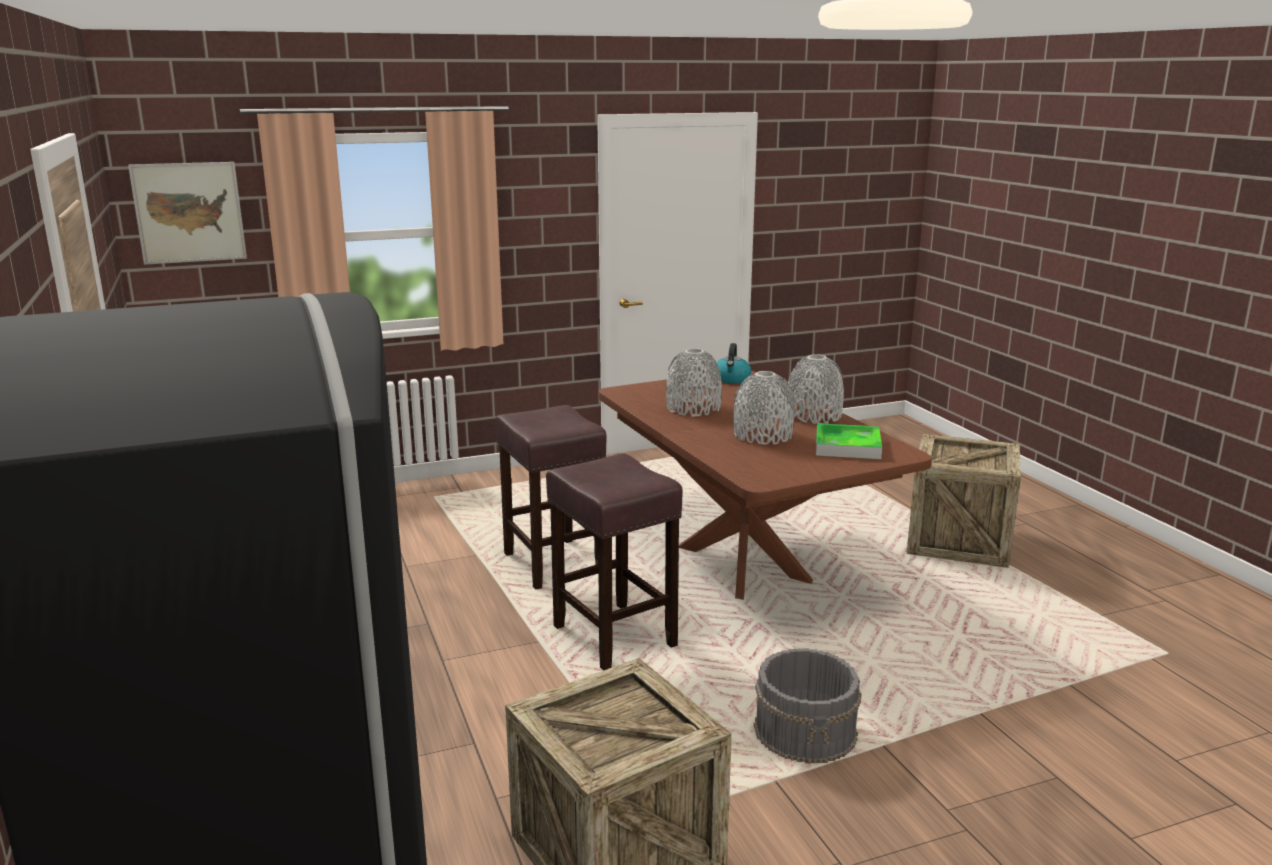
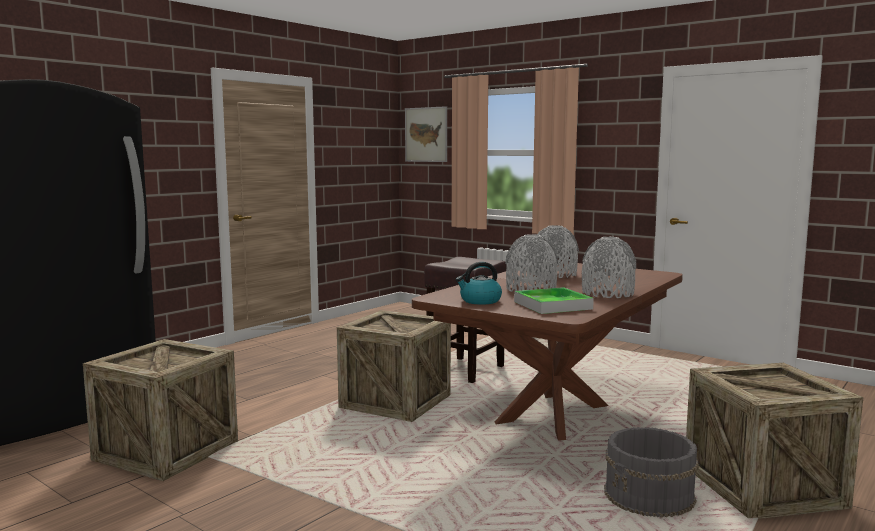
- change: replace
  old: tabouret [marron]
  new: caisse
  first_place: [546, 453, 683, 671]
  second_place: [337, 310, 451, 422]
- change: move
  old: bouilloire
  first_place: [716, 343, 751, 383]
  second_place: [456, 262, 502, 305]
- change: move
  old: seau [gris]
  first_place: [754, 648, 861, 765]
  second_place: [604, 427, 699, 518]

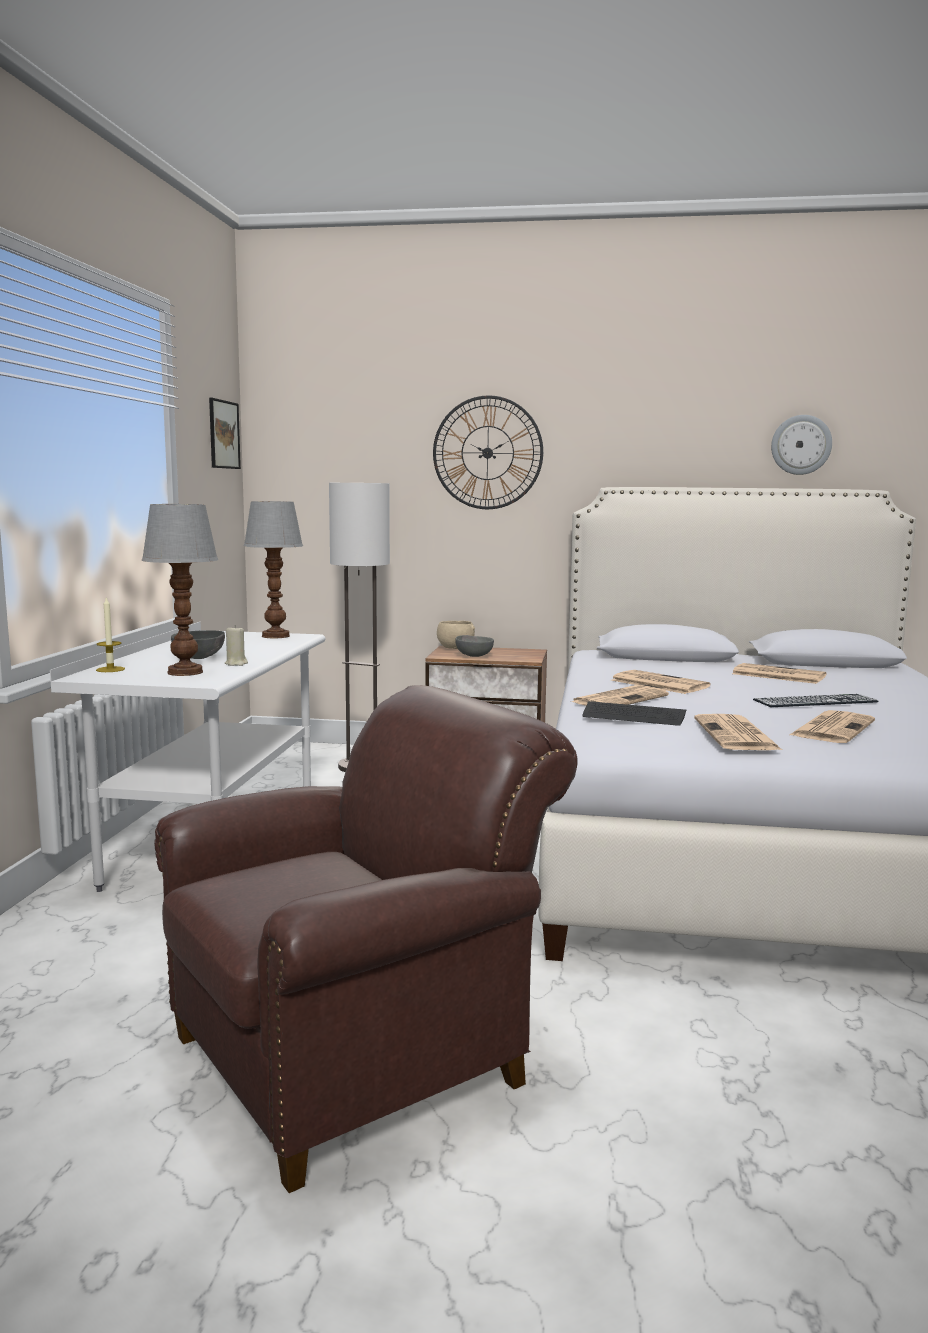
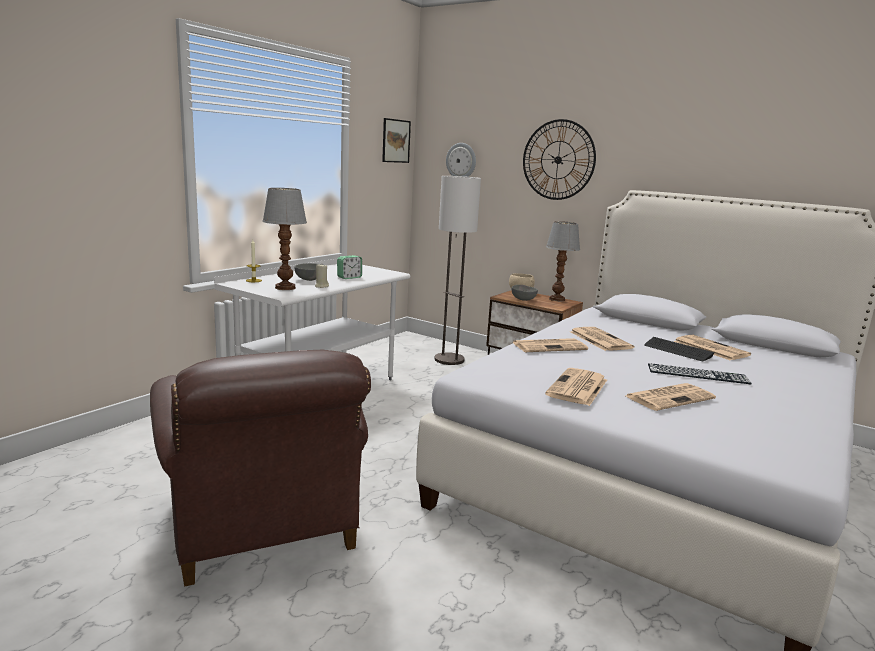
- change: rotate
  old: fauteuil [marron]
  first_place: [154, 685, 578, 1193]
  second_place: [150, 350, 371, 586]
  degrees: 75
- change: insert
  new: réveil
  second_place: [337, 255, 362, 279]
- change: move
  old: horloge murale
  first_place: [771, 415, 832, 475]
  second_place: [446, 143, 476, 177]
- change: move
  old: lampe de table
  first_place: [244, 501, 303, 638]
  second_place: [546, 221, 580, 301]
- change: move
  old: clavier
  first_place: [582, 701, 686, 726]
  second_place: [644, 337, 714, 361]

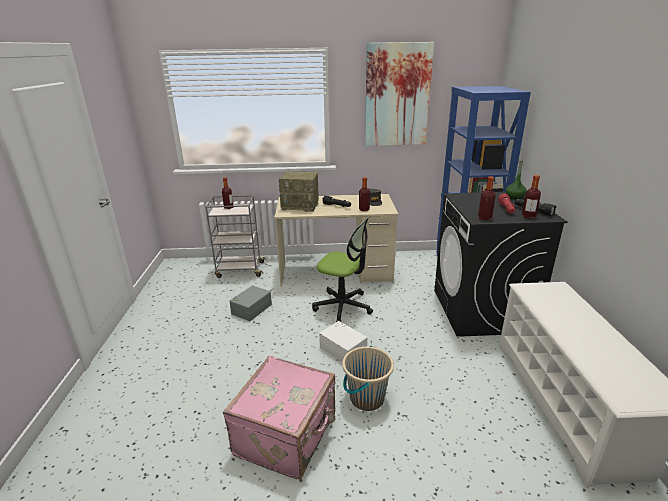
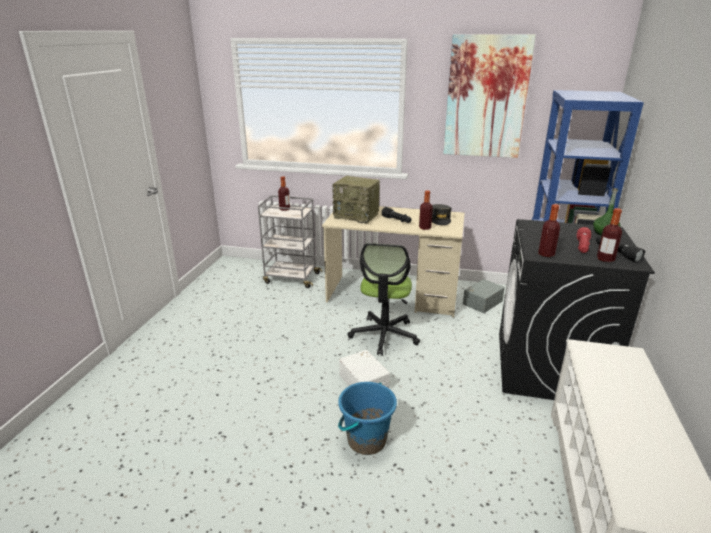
- change: recolor
  old: seau [beige]
  new: seau [bleu]
  first_place: [342, 346, 394, 411]
  second_place: [338, 382, 397, 455]
- change: rotate
  old: chaise de bureau
  first_place: [312, 216, 373, 322]
  second_place: [348, 243, 420, 356]
  degrees: 60
- change: move
  old: boîte de rangement [gris]
  first_place: [229, 285, 272, 321]
  second_place: [463, 279, 505, 313]
- change: delete
  old: valise [rose]
  first_place: [223, 355, 336, 479]

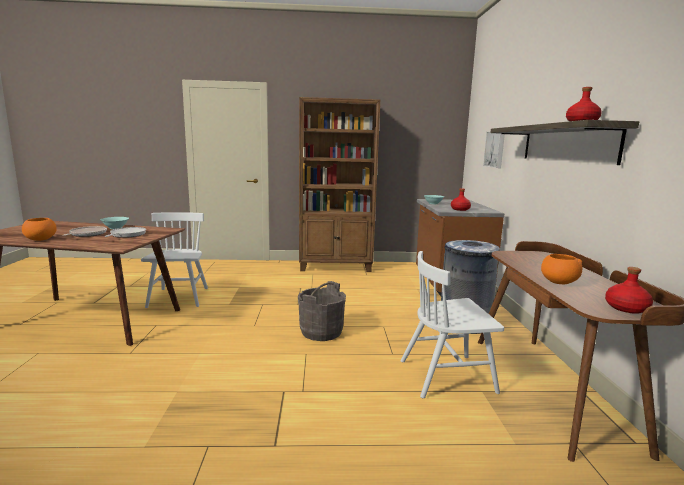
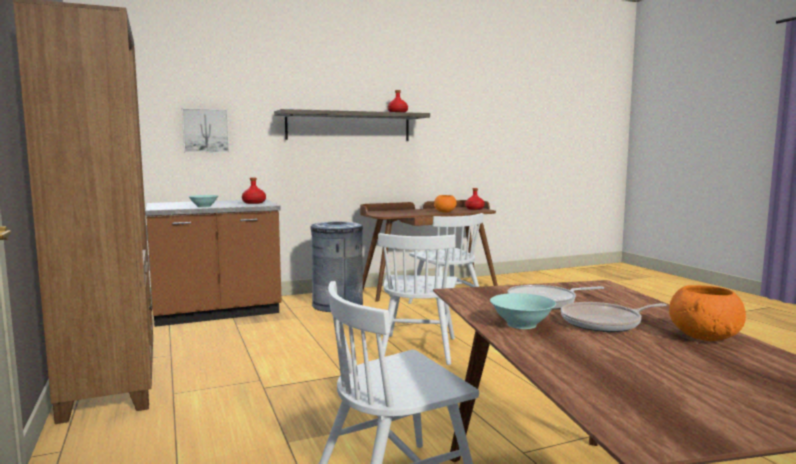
- change: replace
  old: seau [gris]
  new: chaise [blanc]
  first_place: [298, 281, 346, 341]
  second_place: [378, 233, 457, 365]

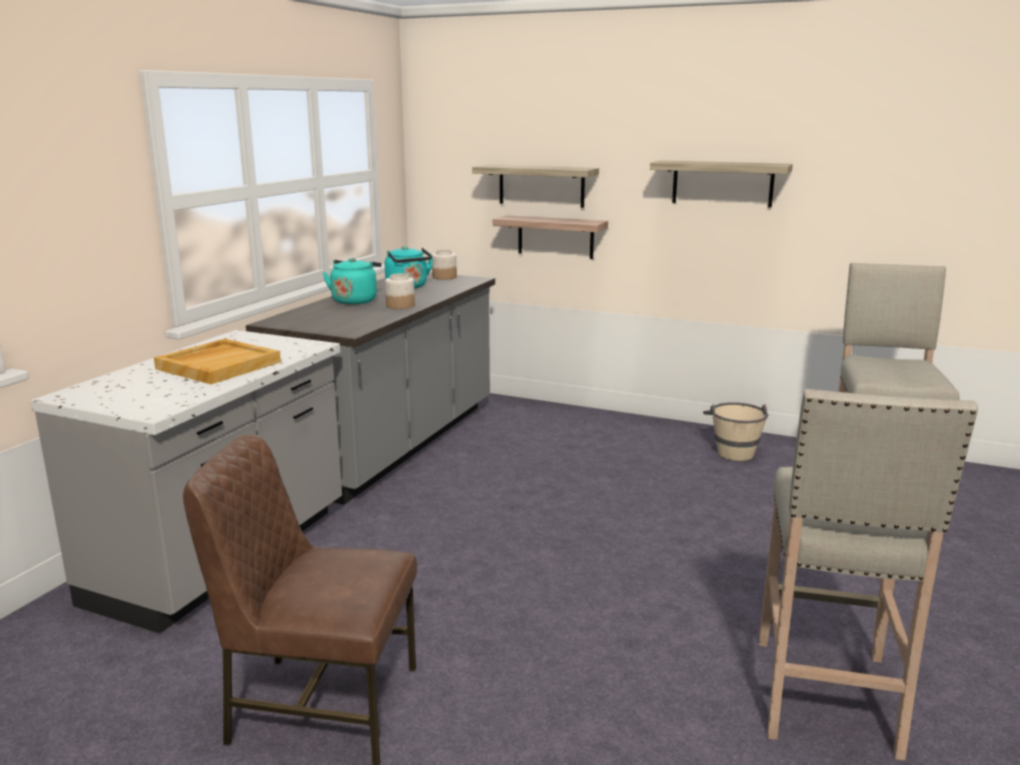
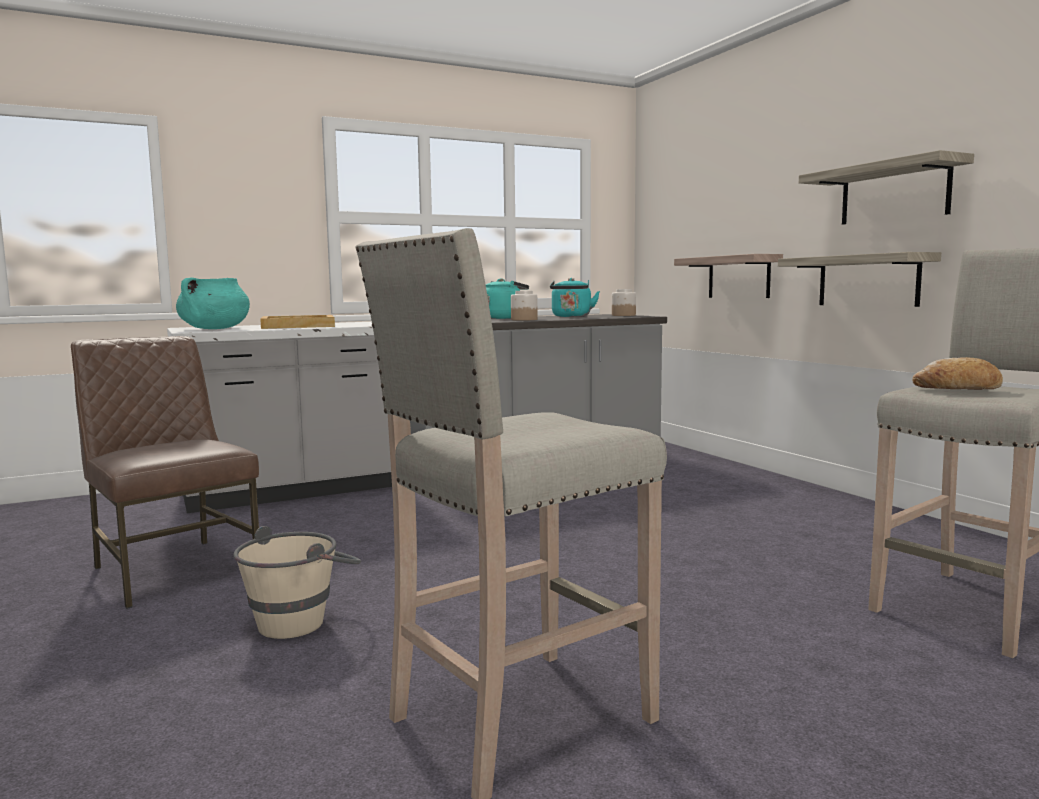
- change: insert
  new: marmite [turquoise]
  second_place: [176, 277, 250, 329]
- change: move
  old: seau [beige]
  first_place: [703, 402, 768, 461]
  second_place: [233, 526, 361, 639]
- change: move
  old: étagère
  first_place: [472, 165, 599, 208]
  second_place: [778, 252, 941, 307]
- change: insert
  new: pain
  second_place: [912, 357, 1003, 390]

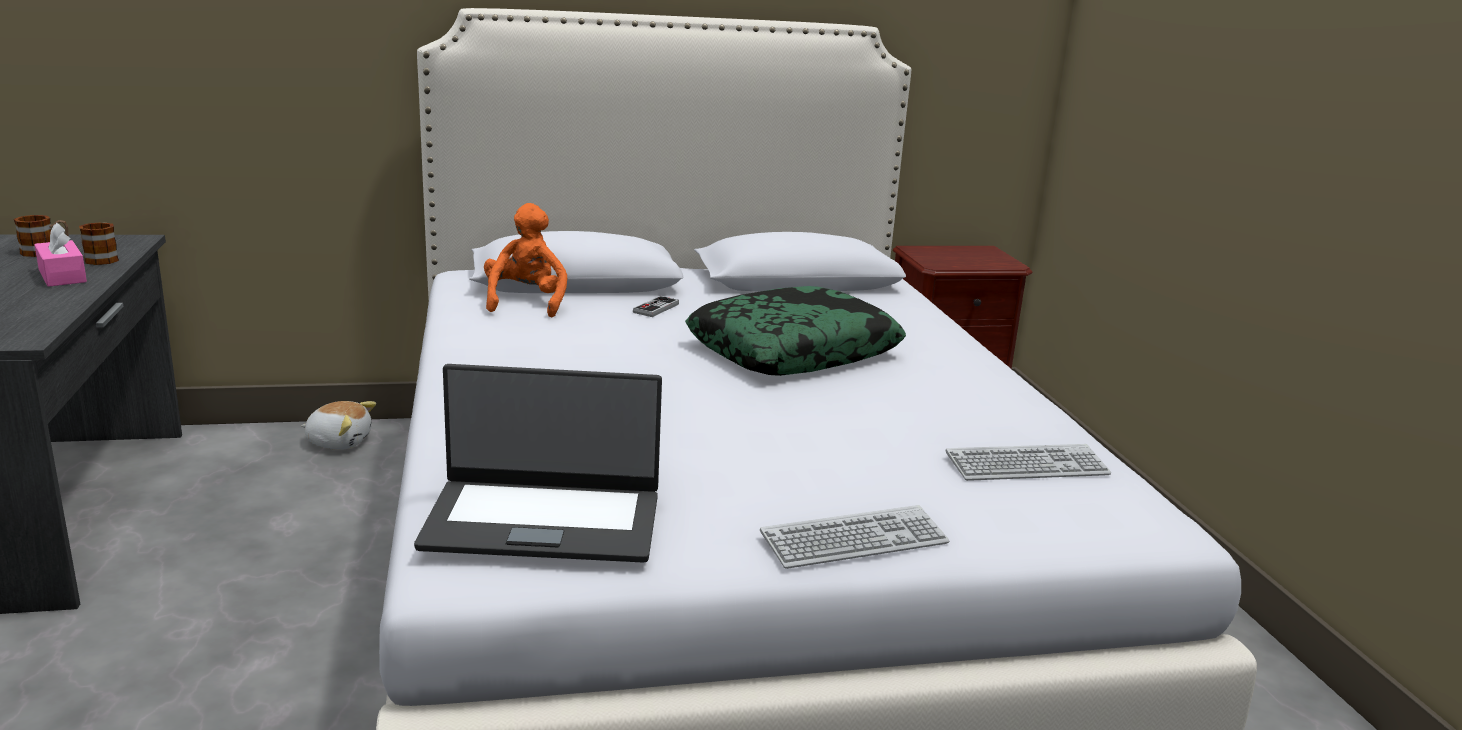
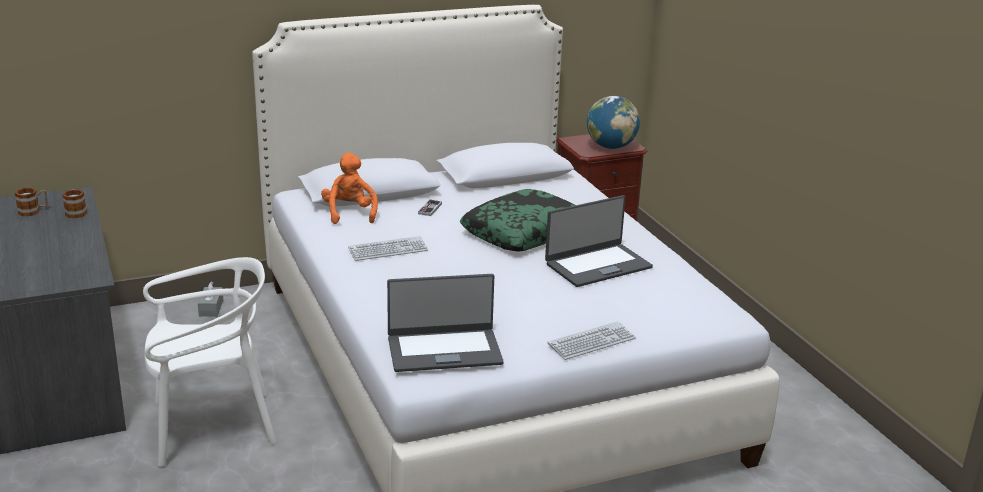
- change: insert
  new: chaise [blanc]
  second_place: [143, 257, 276, 467]
- change: replace
  old: peluche
  new: boîte à mouchoirs [gris]
  first_place: [301, 401, 376, 450]
  second_place: [198, 282, 223, 317]
- change: move
  old: clavier
  first_place: [946, 444, 1111, 481]
  second_place: [348, 236, 428, 261]
- change: insert
  new: ordinateur portable
  second_place: [545, 195, 653, 287]
- change: insert
  new: globe
  second_place: [587, 96, 640, 149]
- change: delete
  old: boîte à mouchoirs [rose]
  first_place: [34, 222, 87, 287]

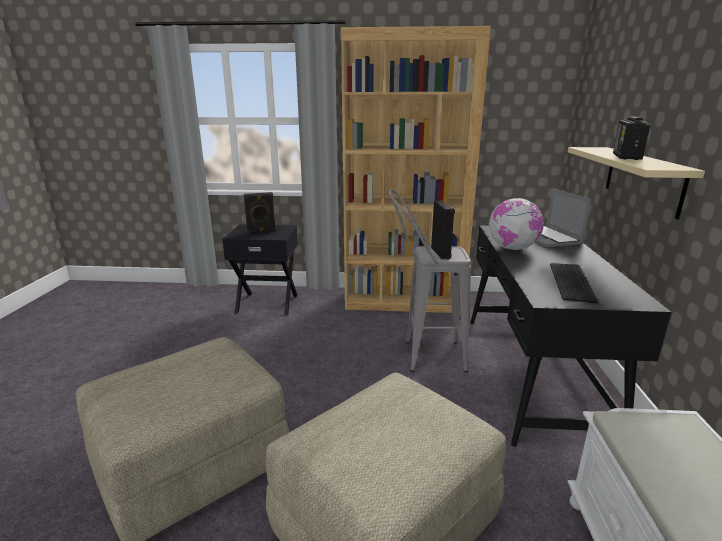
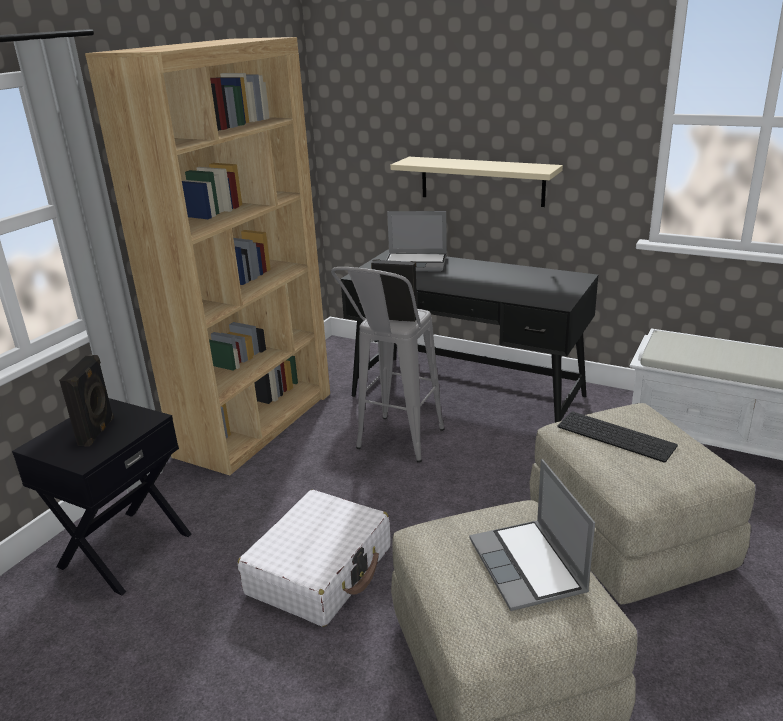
- change: insert
  new: valise [blanc]
  second_place: [238, 490, 390, 627]
- change: insert
  new: ordinateur portable
  second_place: [469, 459, 595, 611]
- change: move
  old: clavier
  first_place: [550, 263, 598, 303]
  second_place: [557, 411, 678, 463]
- change: delete
  old: globe
  first_place: [489, 198, 544, 250]
- change: delete
  old: radio
  first_place: [613, 116, 650, 160]

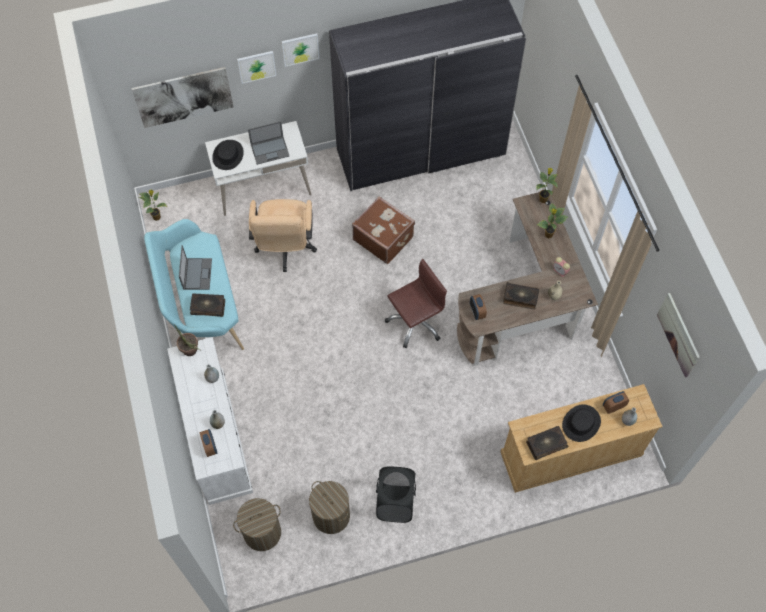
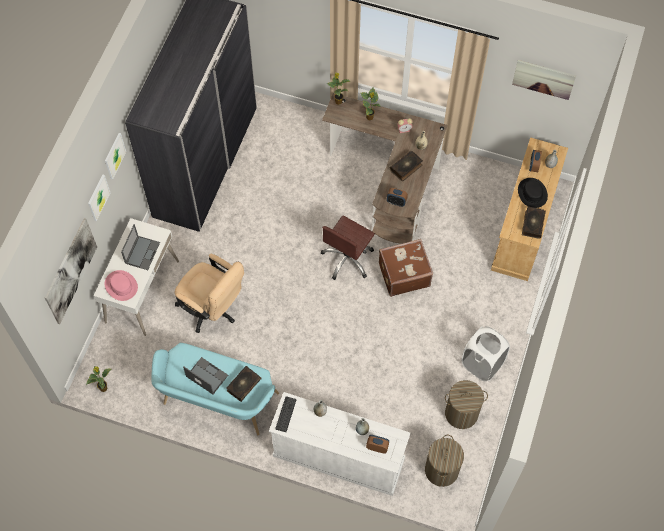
- change: recolor
  old: chapeau [noir]
  new: chapeau [rose]
  first_place: [212, 140, 244, 170]
  second_place: [104, 270, 138, 301]
- change: replace
  old: plante en pot
  new: clavier
  first_place: [174, 324, 200, 356]
  second_place: [275, 396, 296, 432]
- change: rotate
  old: chaise de bureau [marron]
  first_place: [385, 259, 447, 348]
  second_place: [321, 215, 375, 280]
  degrees: -150
- change: move
  old: valise [marron]
  first_place: [352, 196, 415, 264]
  second_place: [379, 239, 433, 297]
- change: recolor
  old: panier à linge [noir]
  new: panier à linge [blanc]
  first_place: [376, 467, 416, 523]
  second_place: [461, 326, 510, 381]

